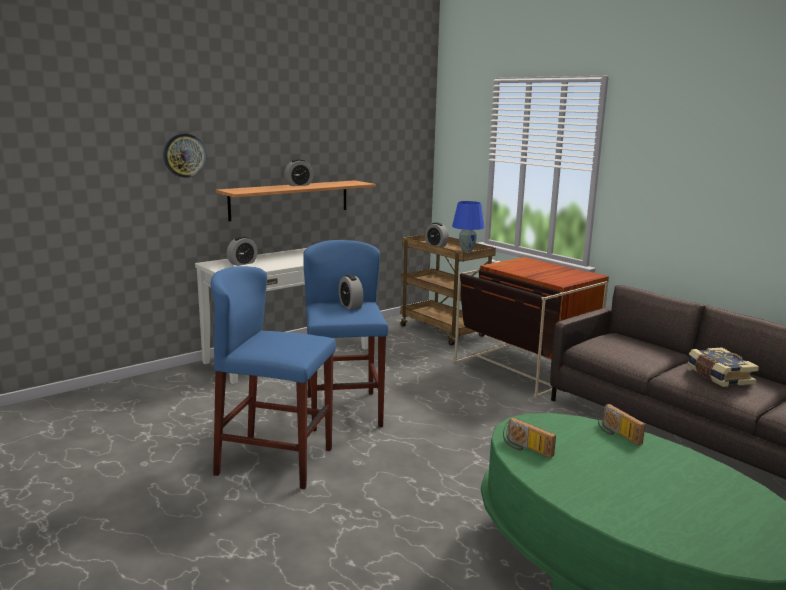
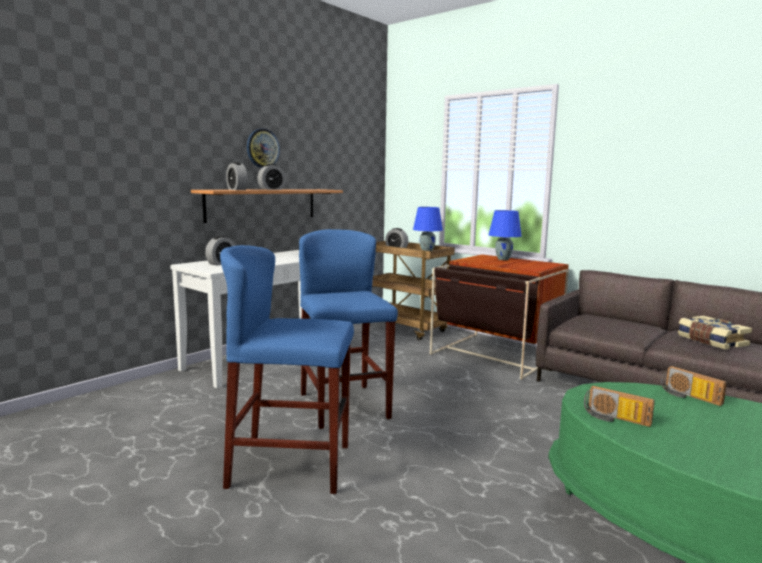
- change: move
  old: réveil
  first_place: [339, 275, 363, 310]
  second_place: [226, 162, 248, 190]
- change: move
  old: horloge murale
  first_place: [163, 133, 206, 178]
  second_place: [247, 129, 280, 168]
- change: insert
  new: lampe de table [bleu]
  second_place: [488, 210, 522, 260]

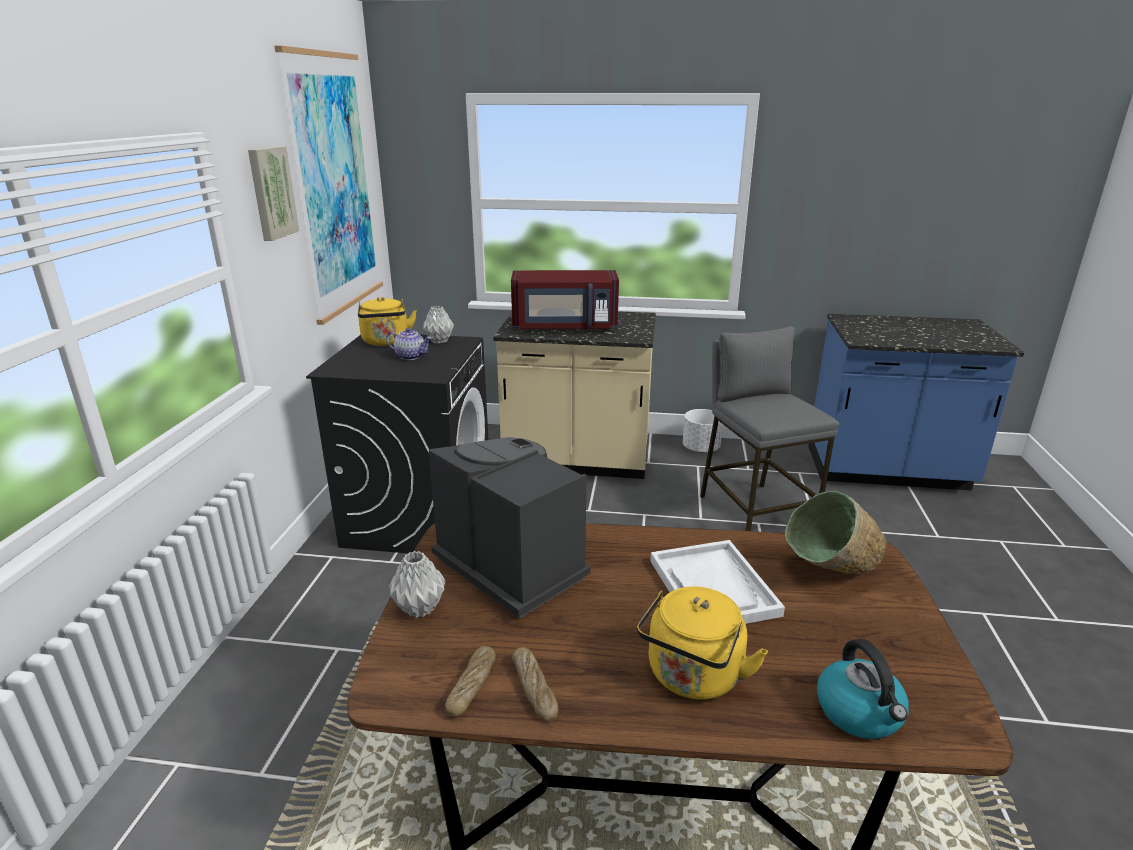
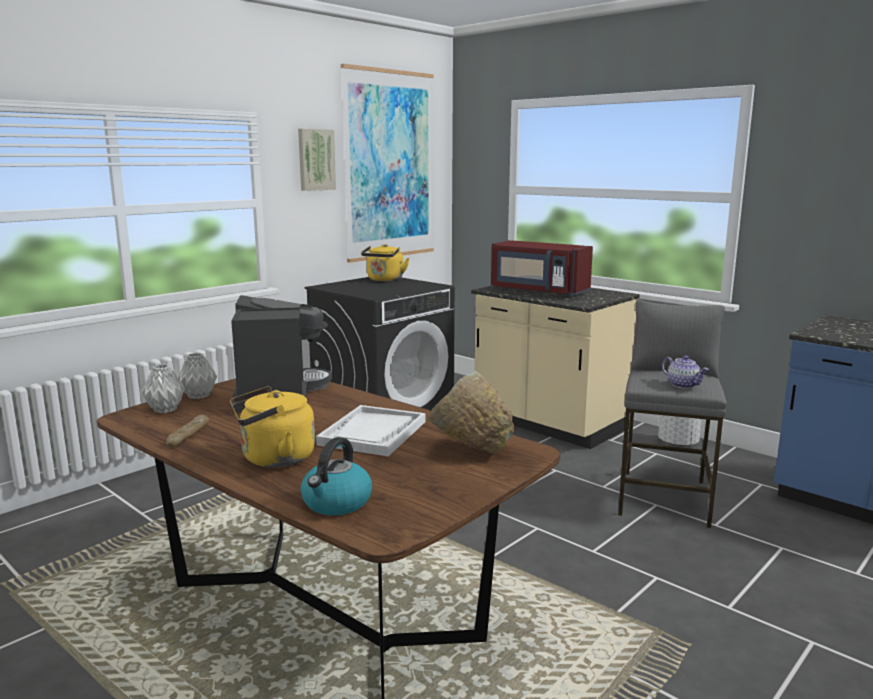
- change: move
  old: vase [gris]
  first_place: [422, 306, 454, 343]
  second_place: [142, 364, 185, 413]
- change: move
  old: théière
  first_place: [386, 328, 432, 360]
  second_place: [662, 356, 709, 388]
- change: delete
  old: pain
  first_place: [445, 646, 496, 717]

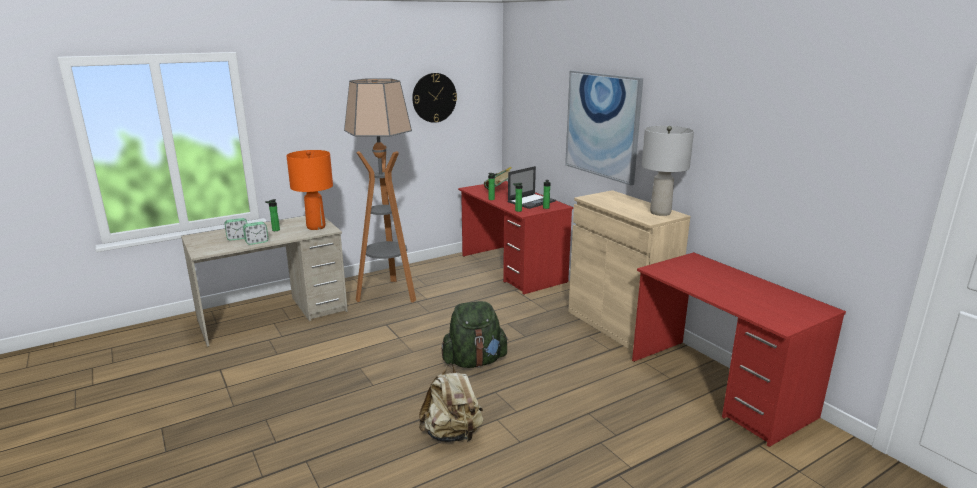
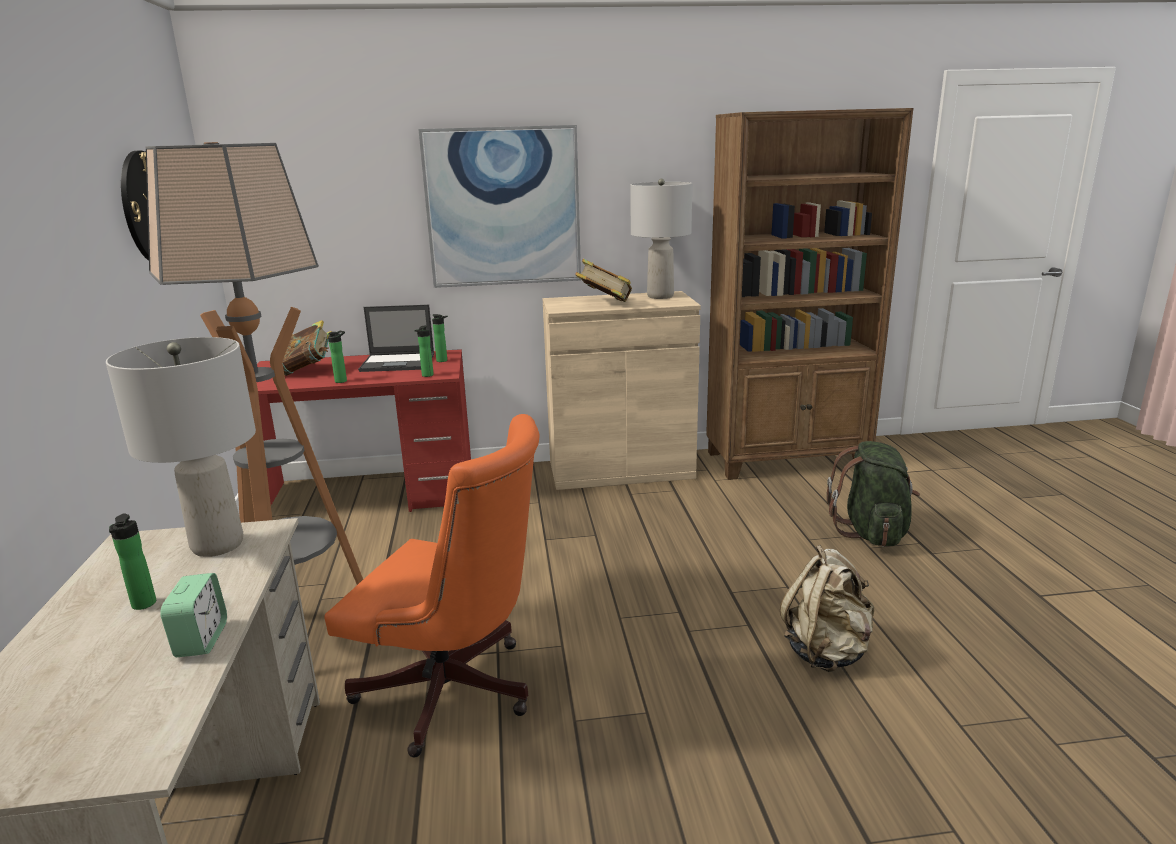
- change: recolor
  old: lampe de table [orange]
  new: lampe de table [gris]
  first_place: [286, 150, 333, 230]
  second_place: [106, 337, 256, 557]
- change: insert
  new: chaise de bureau [orange]
  second_place: [324, 414, 540, 757]
- change: rotate
  old: ordinateur portable
  first_place: [508, 166, 556, 209]
  second_place: [358, 305, 434, 372]
  degrees: 105
- change: insert
  new: livre
  second_place: [575, 259, 632, 302]
- change: replace
  old: bureau [rouge]
  new: bibliothèque [marron]
  first_place: [632, 252, 846, 447]
  second_place: [706, 108, 913, 480]
- change: move
  old: sac à dos [vert]
  first_place: [441, 301, 509, 368]
  second_place: [827, 441, 920, 547]
- change: delete
  old: réveil
  first_place: [225, 218, 247, 241]

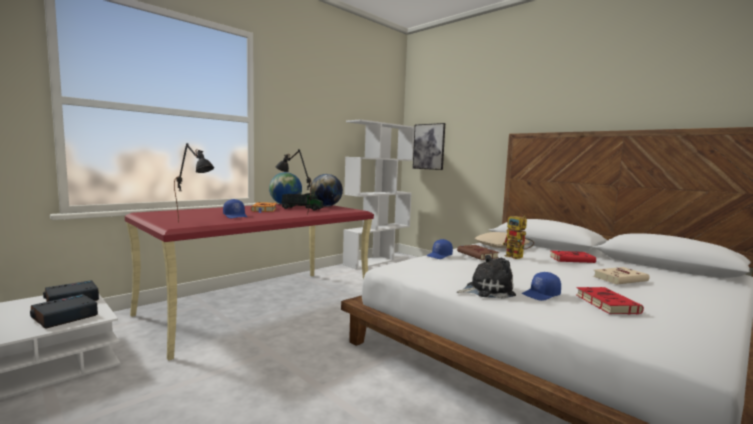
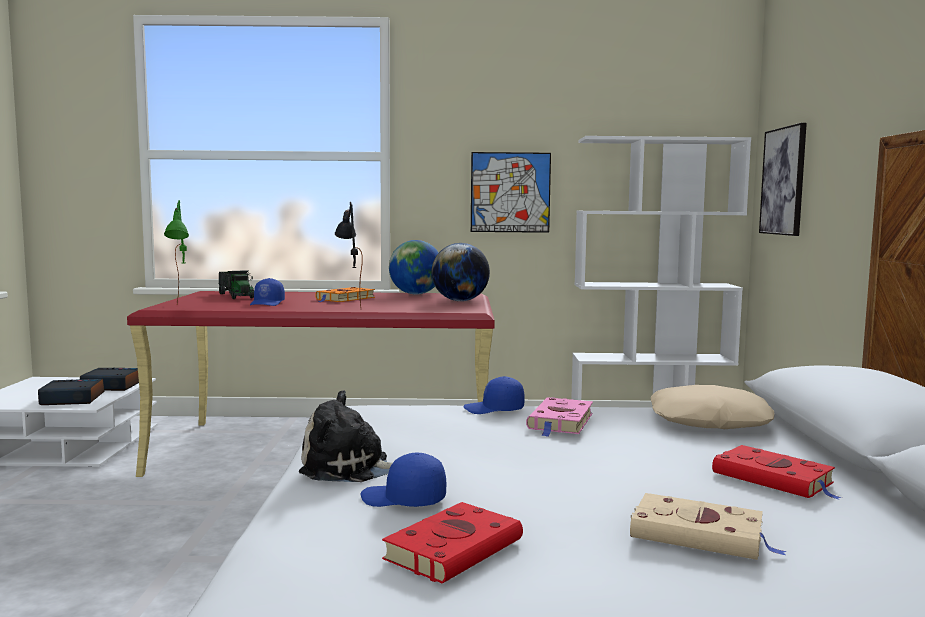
- change: recolor
  old: lampe de table [noir]
  new: lampe de table [vert]
  first_place: [174, 143, 214, 223]
  second_place: [164, 200, 189, 304]
- change: move
  old: camion jouet
  first_place: [282, 193, 323, 211]
  second_place: [219, 270, 254, 299]
- change: rotate
  old: peluche
  first_place: [457, 255, 516, 299]
  second_place: [299, 390, 392, 482]
  degrees: 150
- change: insert
  new: tableau
  second_place: [471, 152, 551, 233]
- change: recolor
  old: livre [marron]
  new: livre [rose]
  first_place: [457, 245, 499, 260]
  second_place: [526, 397, 593, 437]
- change: delete
  old: robot jouet
  first_place: [503, 216, 534, 259]

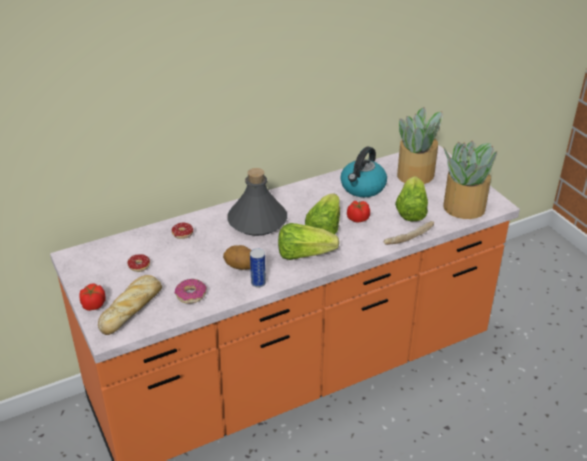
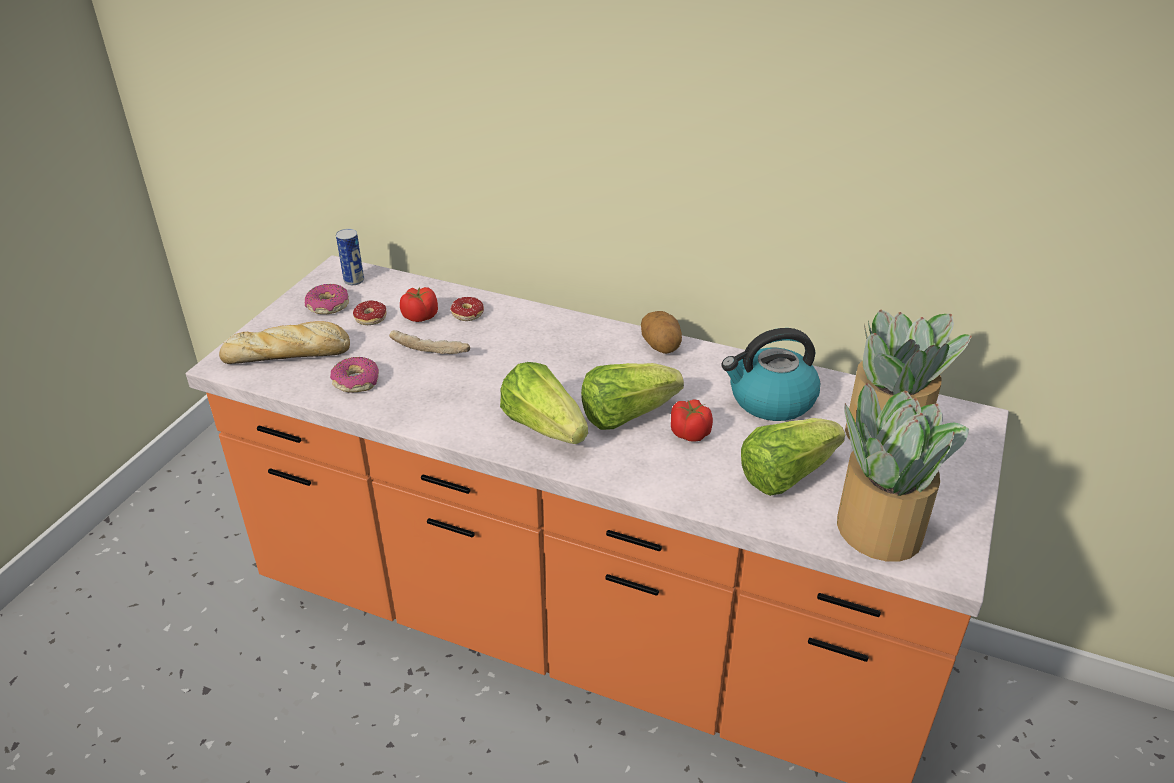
- change: insert
  new: beignet
  second_place: [305, 284, 349, 314]
- change: move
  old: boîte métallique
  first_place: [250, 248, 266, 288]
  second_place: [336, 229, 364, 285]
- change: move
  old: pain
  first_place: [383, 221, 434, 245]
  second_place: [389, 330, 470, 354]
- change: move
  old: tomate
  first_place: [79, 284, 106, 311]
  second_place: [400, 287, 438, 322]
- change: move
  old: pomme de terre
  first_place: [223, 245, 251, 270]
  second_place: [641, 311, 682, 354]
- change: delete
  old: bouteille [gris]
  first_place: [227, 168, 287, 236]

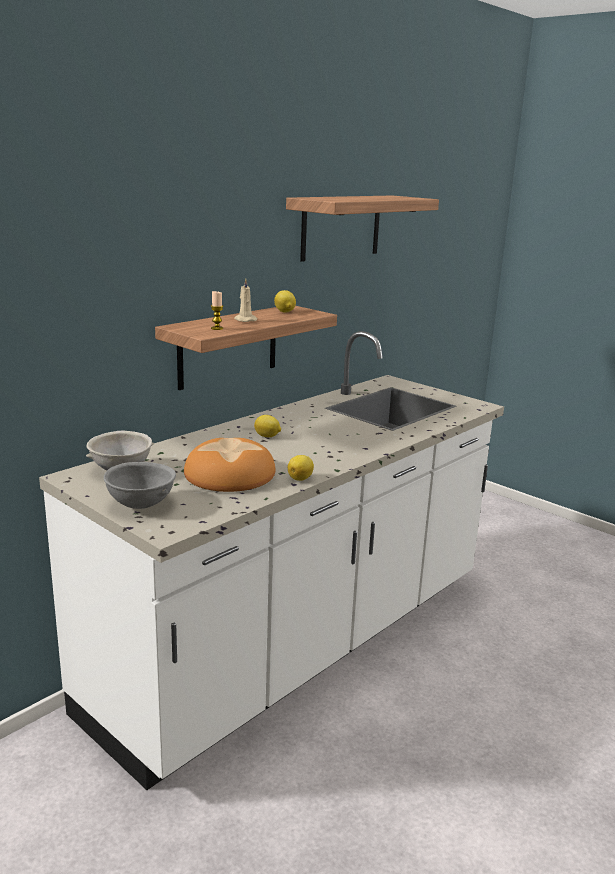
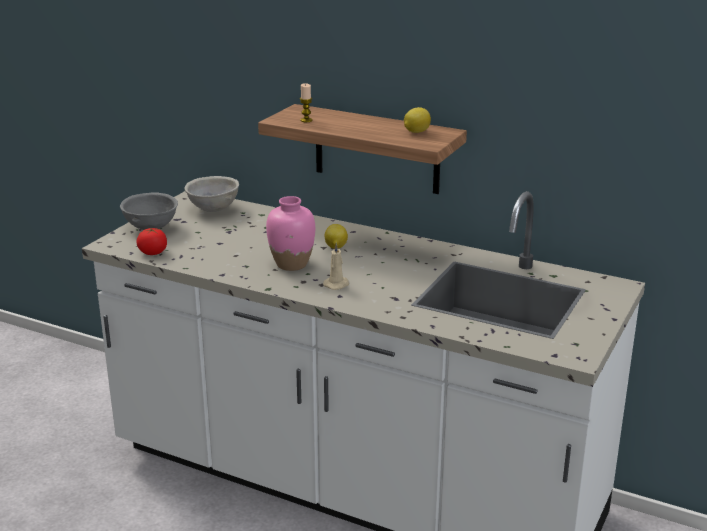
- change: insert
  new: tomate
  second_place: [136, 228, 167, 255]
- change: insert
  new: vase [rose]
  second_place: [266, 196, 315, 271]
- change: move
  old: bougie [beige]
  first_place: [234, 278, 257, 322]
  second_place: [323, 242, 349, 290]
- change: delete
  old: pain
  first_place: [184, 438, 276, 492]
- change: delete
  old: étagère
  first_place: [286, 196, 439, 262]
- change: delete
  old: citron
  first_place: [288, 455, 314, 481]

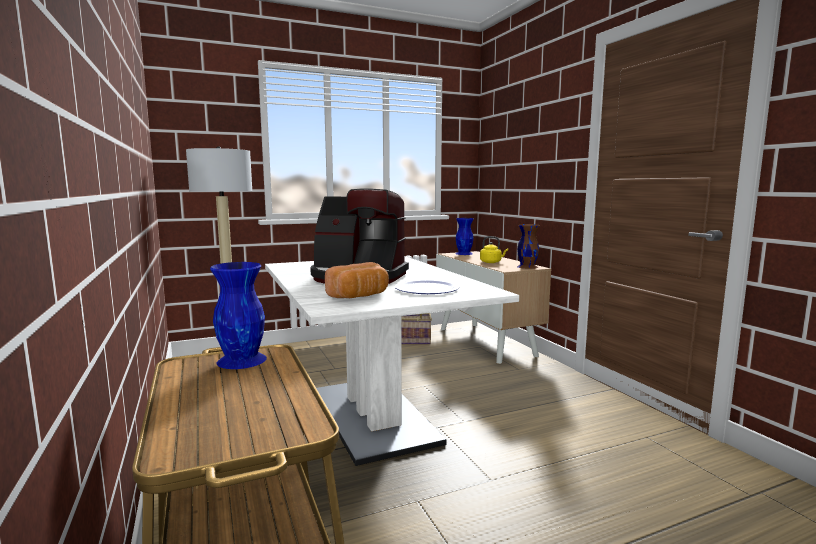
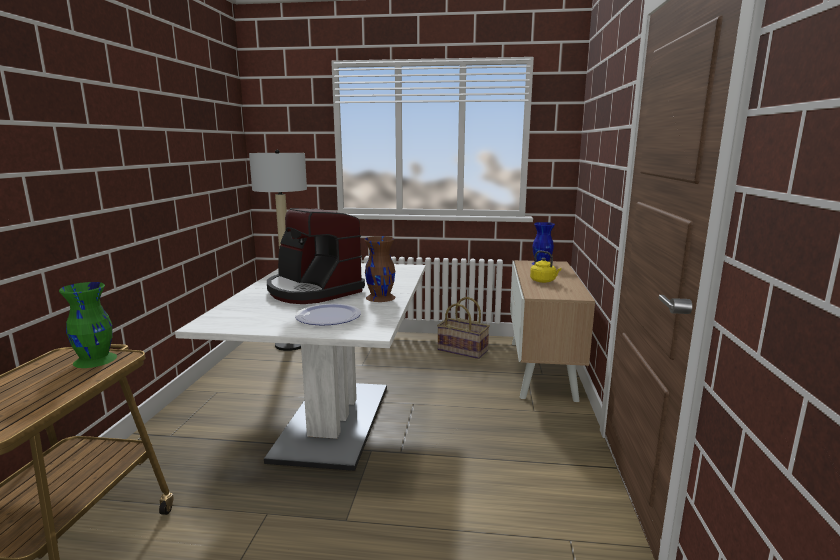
- change: recolor
  old: vase [bleu]
  new: vase [vert]
  first_place: [210, 262, 267, 369]
  second_place: [59, 282, 117, 368]
- change: move
  old: vase [marron]
  first_place: [517, 224, 540, 269]
  second_place: [365, 236, 395, 302]
- change: delete
  old: pain
  first_place: [325, 262, 389, 298]

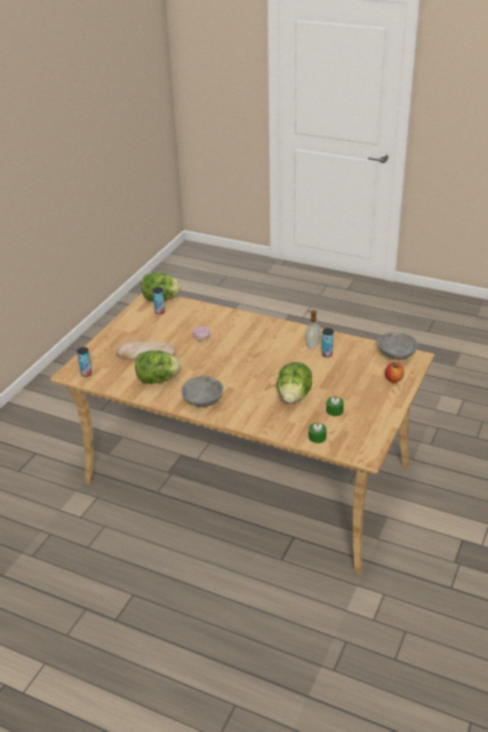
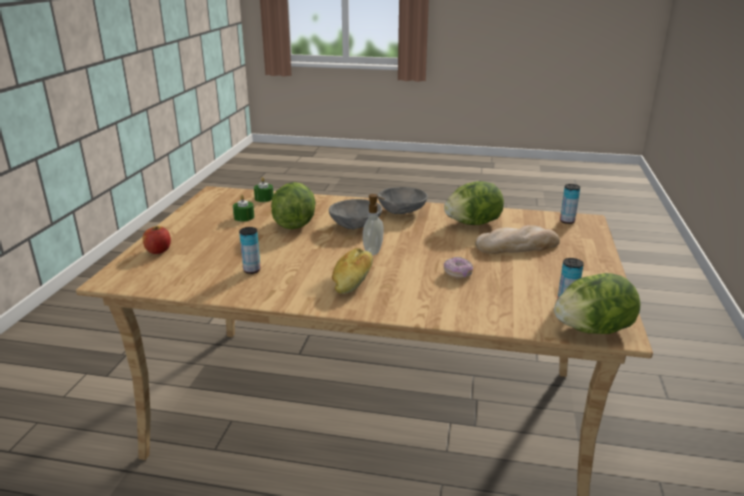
- change: move
  old: bol [gris]
  first_place: [378, 332, 418, 360]
  second_place: [329, 199, 382, 229]
- change: insert
  new: pain
  second_place: [332, 248, 373, 294]
- change: move
  old: distributeur de savon
  first_place: [305, 310, 321, 349]
  second_place: [363, 194, 385, 255]

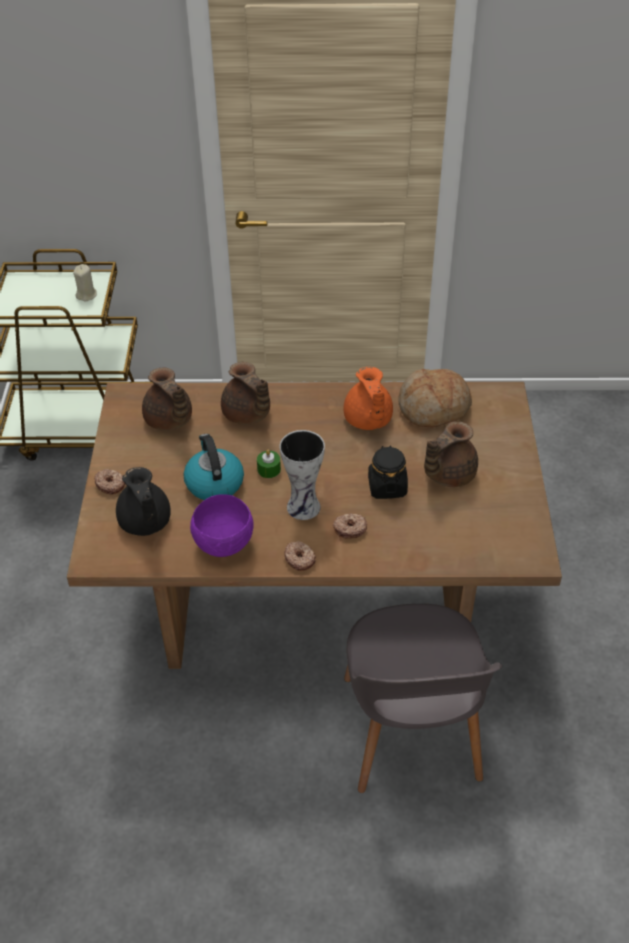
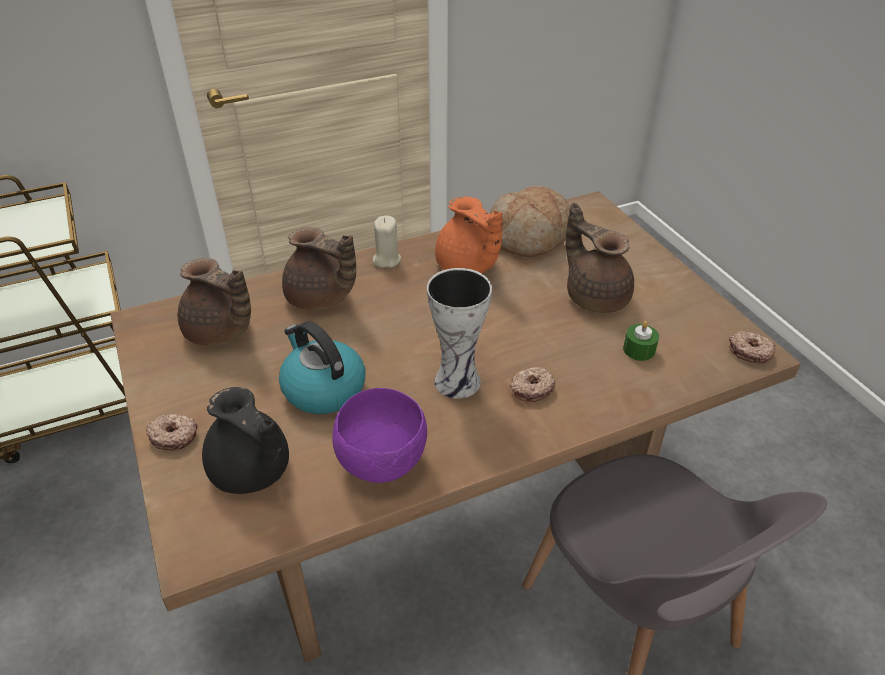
- change: move
  old: bougie [beige]
  first_place: [73, 264, 97, 301]
  second_place: [373, 216, 401, 268]
- change: rotate
  old: théière [marron]
  first_place: [424, 421, 478, 487]
  second_place: [565, 203, 634, 313]
  degrees: 120
- change: move
  old: bougie [vert]
  first_place: [257, 450, 281, 478]
  second_place: [623, 321, 659, 361]
- change: move
  old: beignet
  first_place: [284, 541, 316, 571]
  second_place: [729, 331, 776, 363]
- change: delete
  old: bocal [noir]
  first_place: [368, 445, 408, 499]

